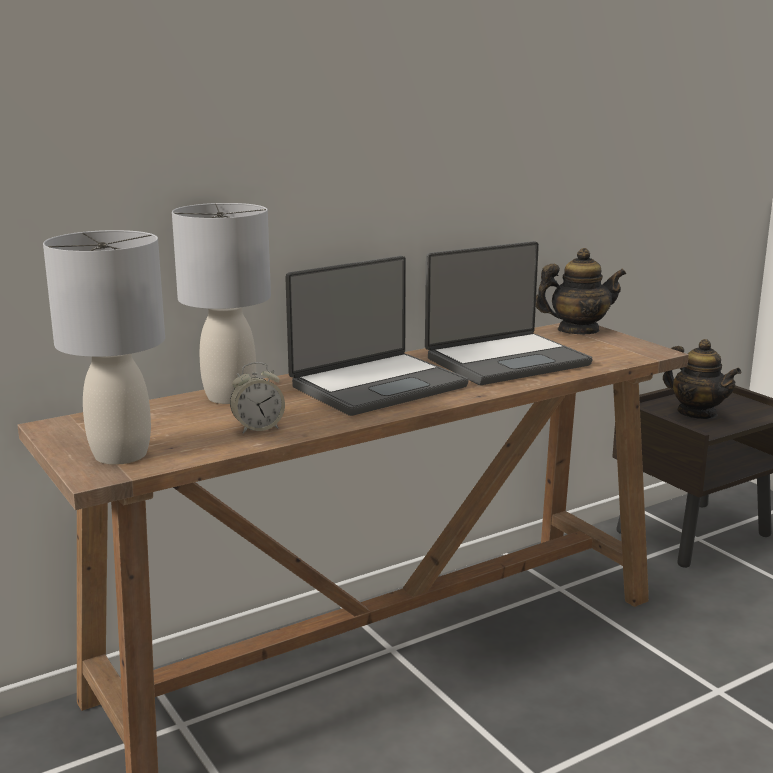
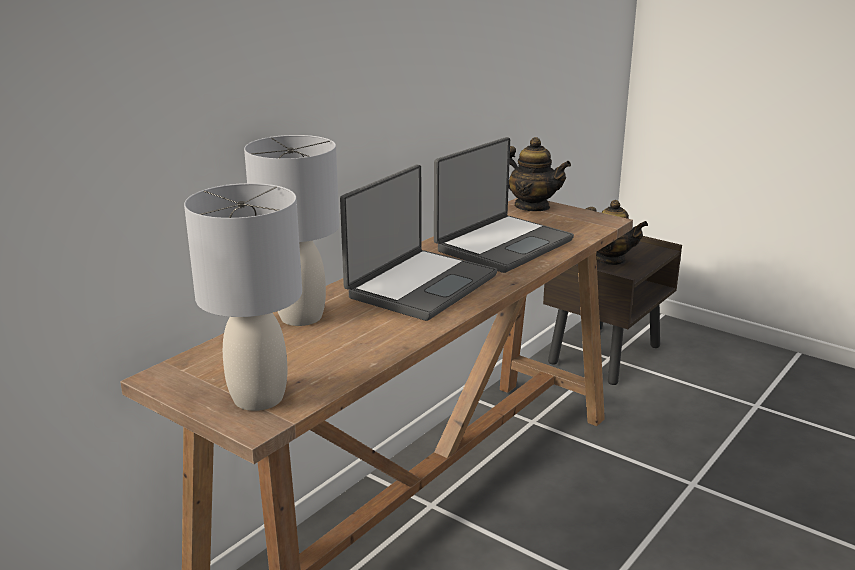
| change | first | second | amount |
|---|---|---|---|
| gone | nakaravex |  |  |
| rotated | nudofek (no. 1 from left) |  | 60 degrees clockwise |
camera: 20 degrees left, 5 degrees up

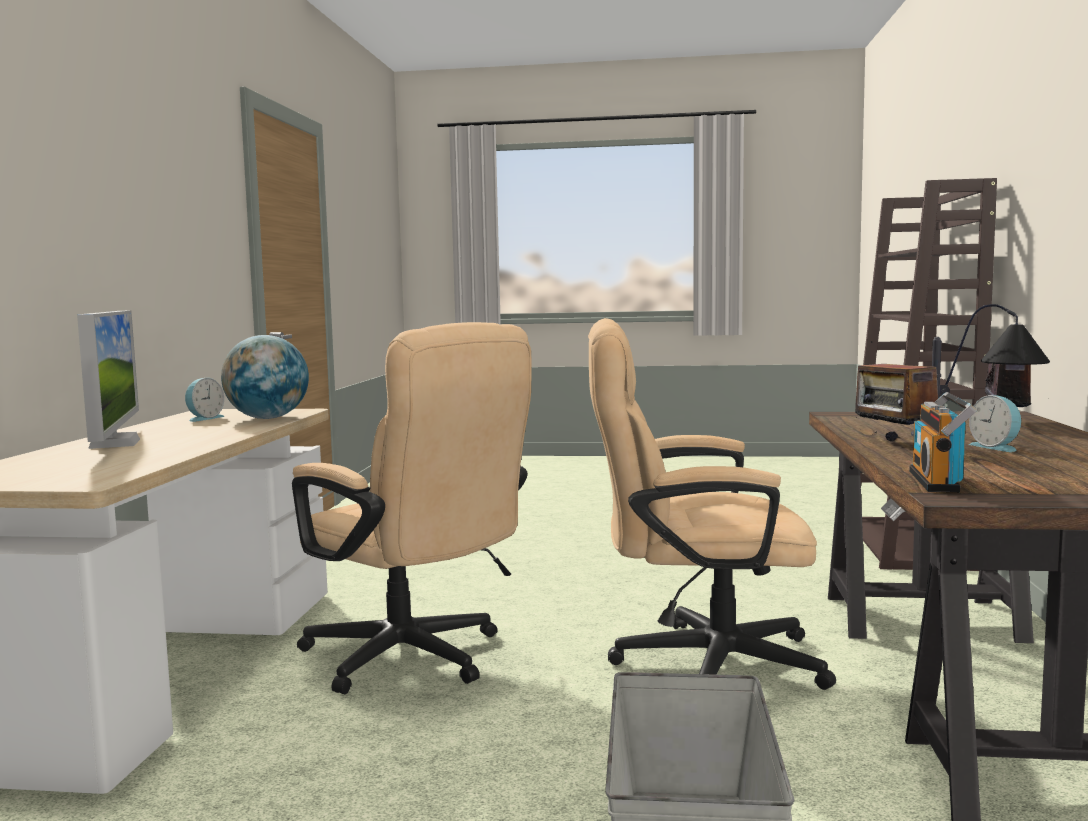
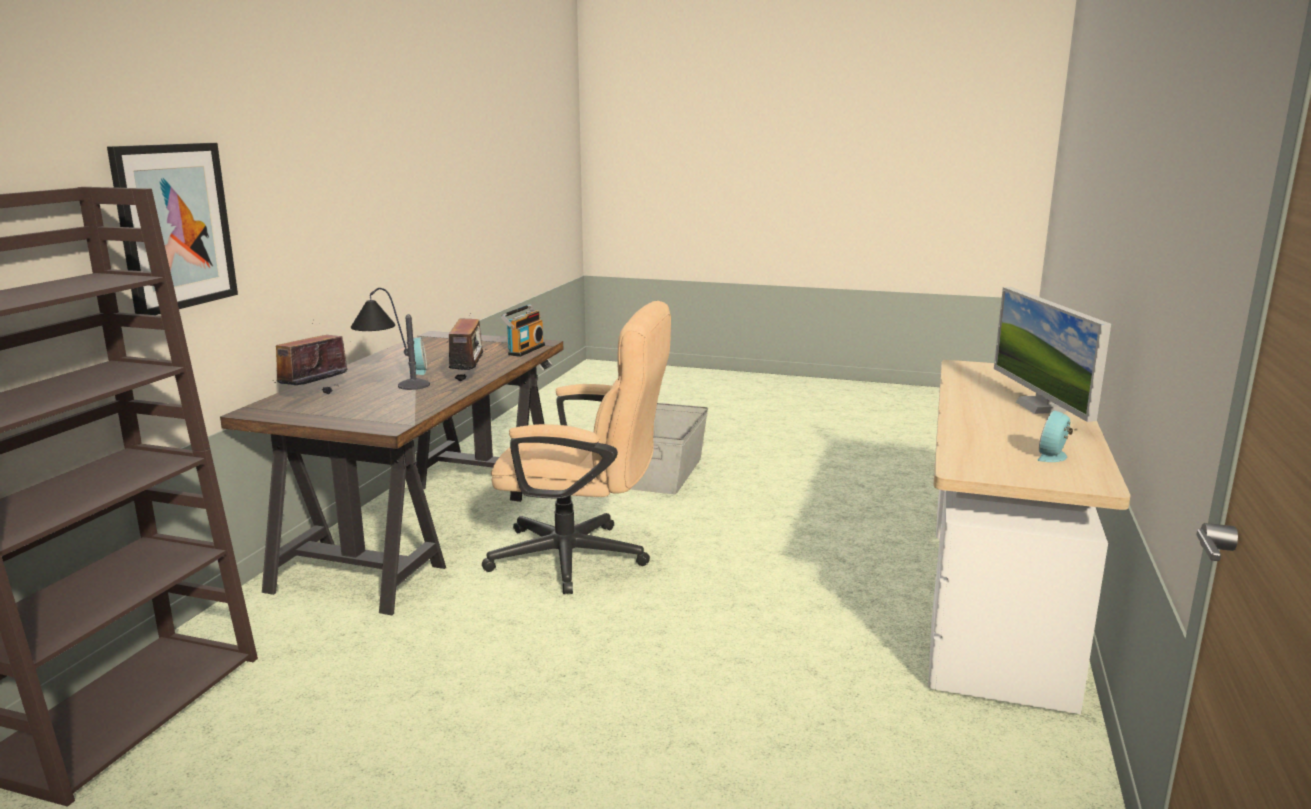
| change | first | second | amount |
|---|---|---|---|
| gone | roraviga |  |  |
| gone | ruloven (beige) (no. 1 from left) |  |  |
| new |  | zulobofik |  |
camera: 170 degrees left, 10 degrees up

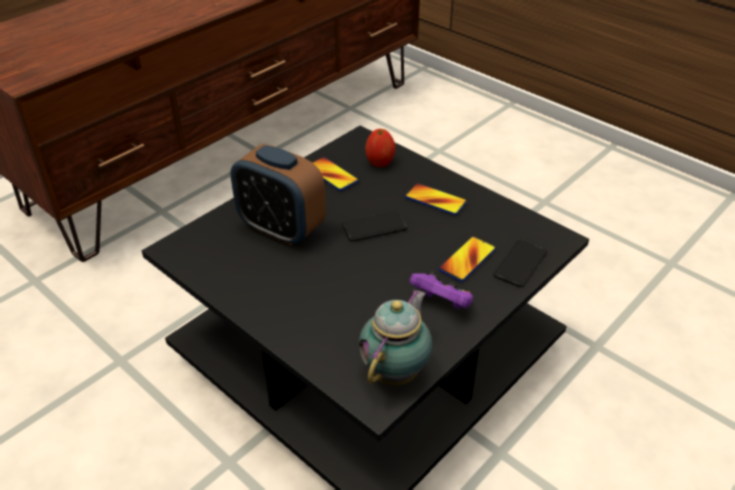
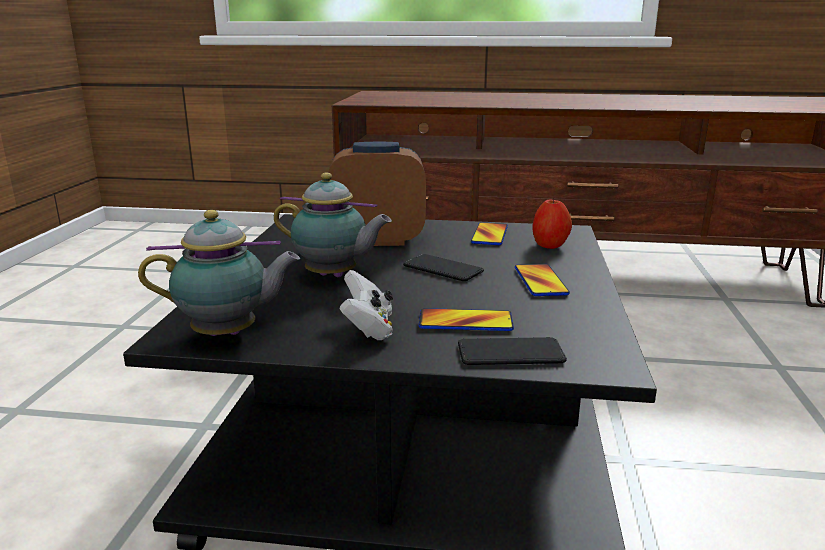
| change | first | second | amount |
|---|---|---|---|
| rotated | nakaravex |  | 90 degrees clockwise |
| repainted | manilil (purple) | manilil (white) |  |
| new |  | nudofek (no. 2 from left) |  |
camera: 55 degrees right, 20 degrees down

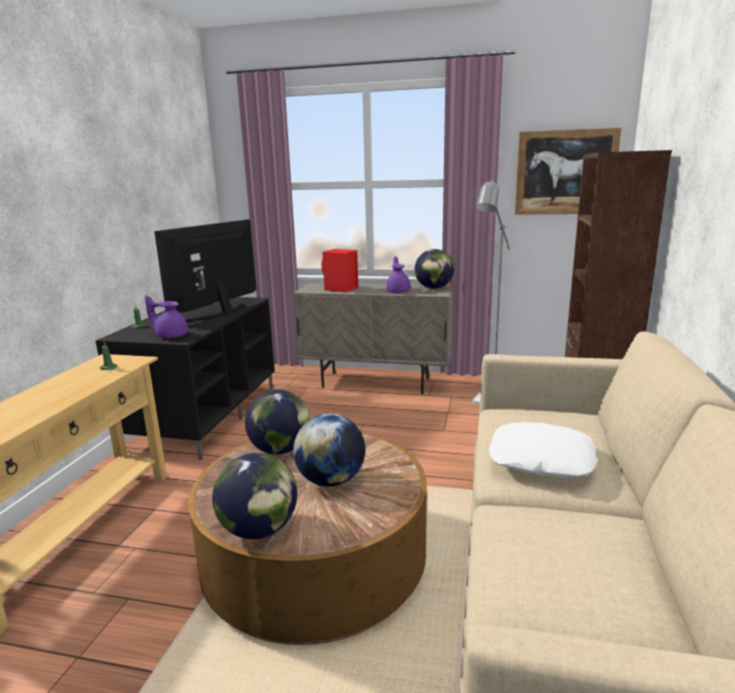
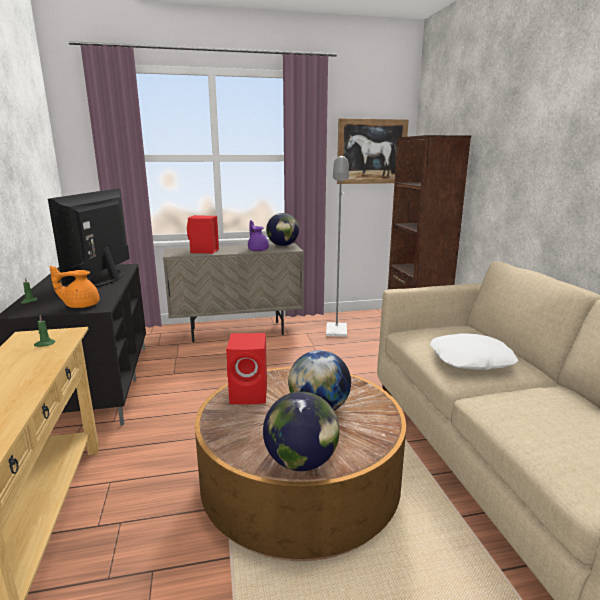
| change | first | second | amount |
|---|---|---|---|
| repainted | nudofek (purple) (no. 1 from left) | nudofek (orange) |  |
| swapped | roraviga (no. 2 from left) | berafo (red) (no. 2 from left) |  |
camera: 25 degrees left, 0 degrees up

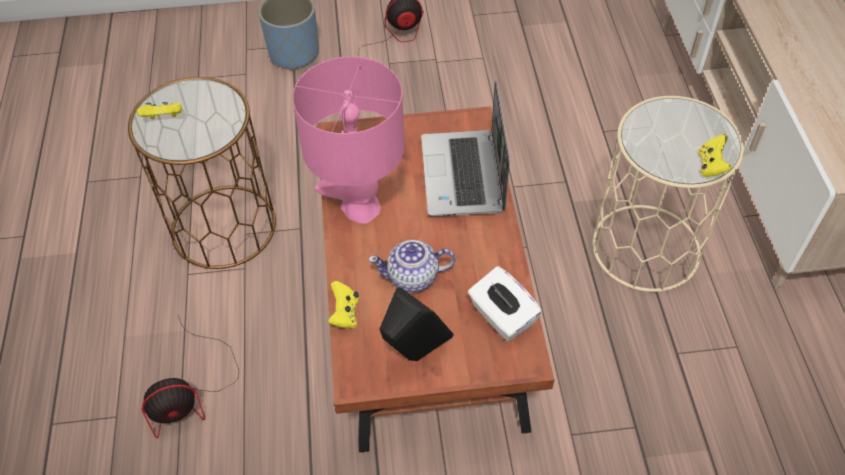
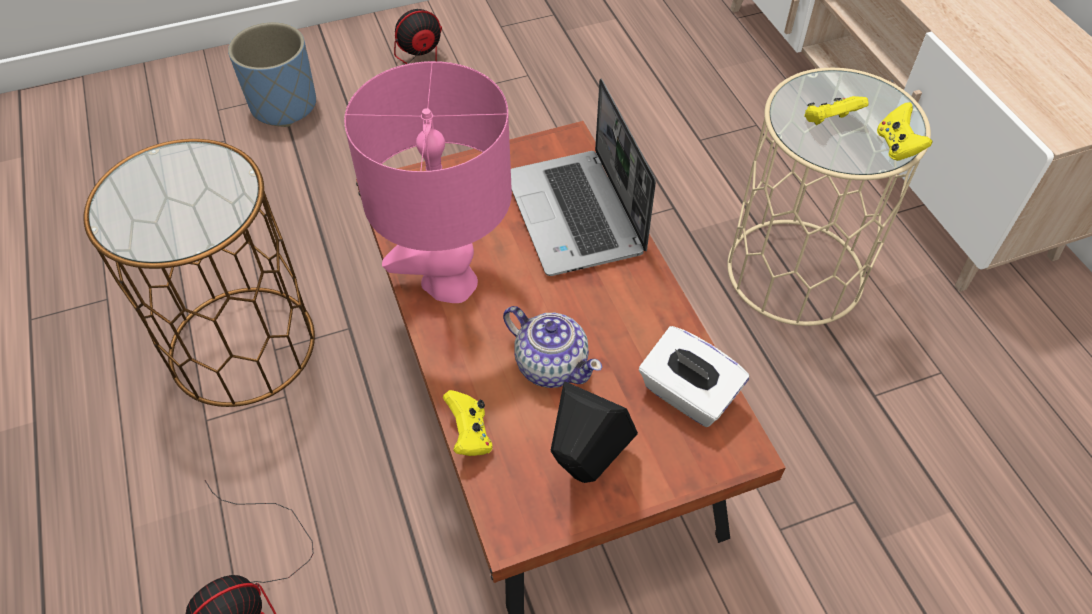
| change | first | second | amount |
|---|---|---|---|
| shifted | manilil (yellow) (no. 1 from left in the first image) | manilil (yellow) (no. 2 from left) |  |
| rotated | nudofek |  | 120 degrees counterclockwise |
camera: 15 degrees left, 0 degrees up

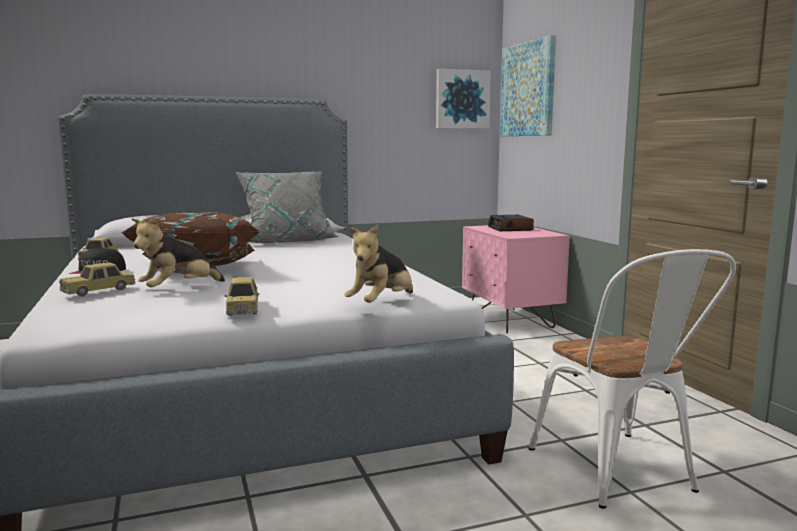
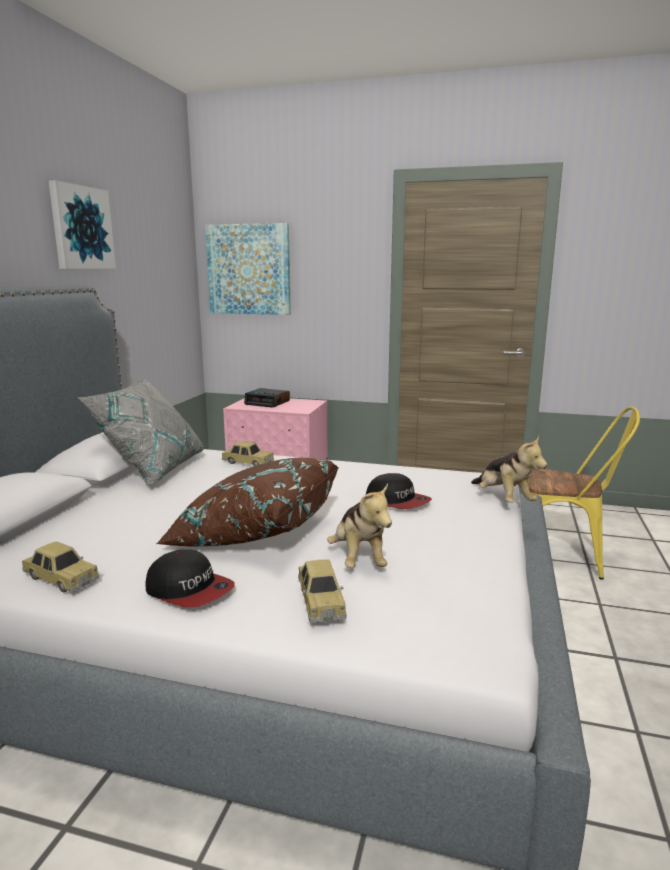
| change | first | second | amount |
|---|---|---|---|
| shifted | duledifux (no. 3 from left in the first image) | duledifux (no. 2 from left) |  |
| shifted | zulobofik (no. 1 from left) |  |  |
| repainted | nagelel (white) | nagelel (yellow) |  |
| new |  | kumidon (no. 2 from left) |  |
camera: 55 degrees left, 5 degrees up

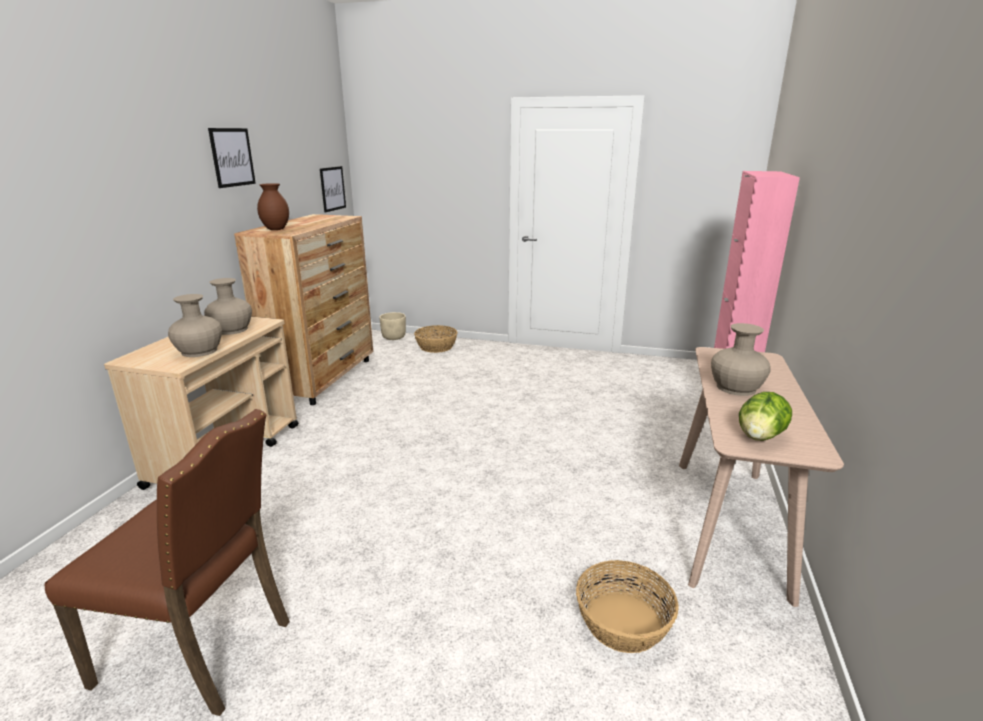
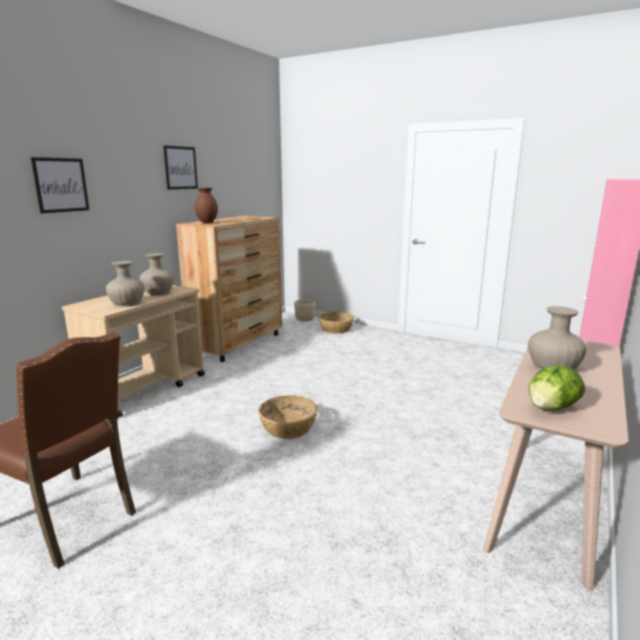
| change | first | second | amount |
|---|---|---|---|
| shifted | zulobofik (no. 2 from left in the first image) | zulobofik (no. 1 from left) |  |
| shifted | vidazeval (no. 2 from left in the first image) | vidazeval (no. 1 from left) |  |
camera: 15 degrees right, 5 degrees down

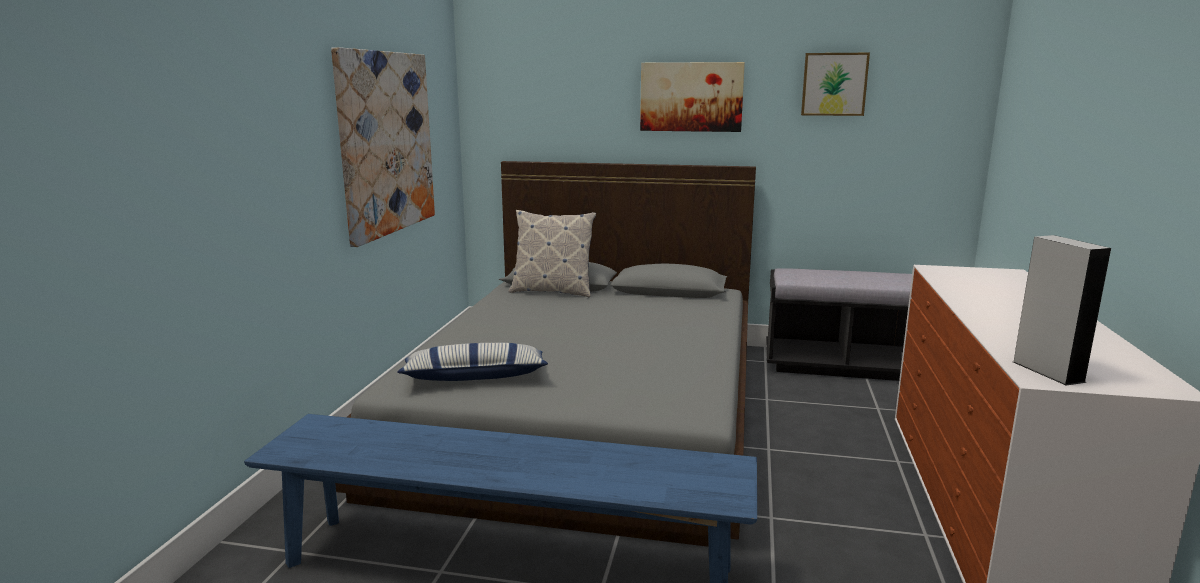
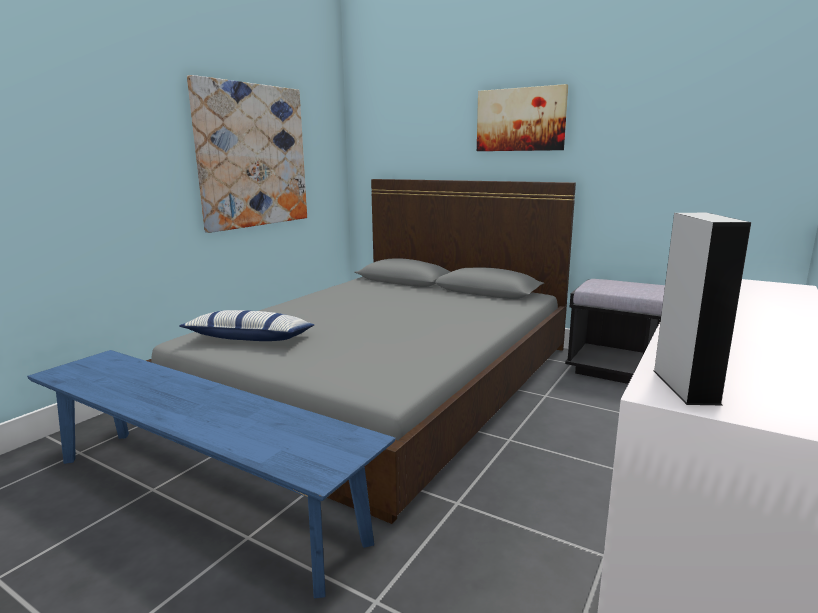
| change | first | second | amount |
|---|---|---|---|
| gone | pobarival (no. 2 from left) |  |  |
| gone | zulobofik (no. 3 from left) |  |  |
camera: 20 degrees right, 0 degrees up

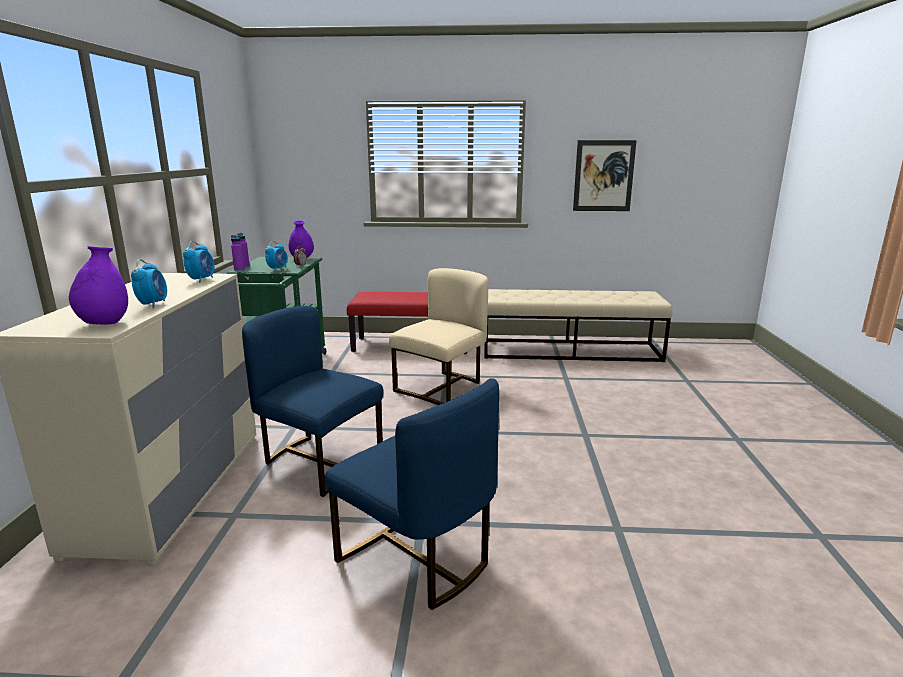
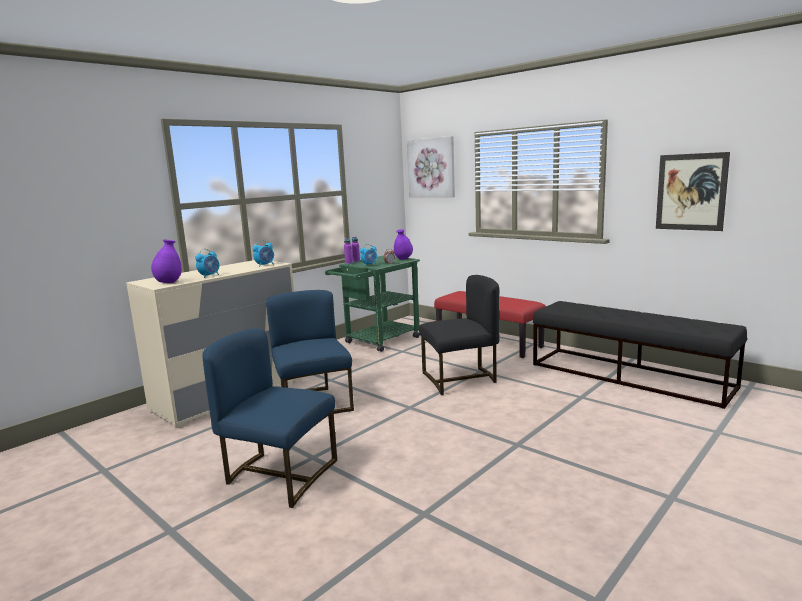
| change | first | second | amount |
|---|---|---|---|
| rotated | nagelel (blue) (no. 2 from left in the first image) | nagelel (blue) (no. 1 from left) | 120 degrees clockwise |
| repainted | nagelel (beige) | nagelel (black) |  |
| repainted | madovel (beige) | madovel (black) |  |
| new |  | zulobofik (no. 1 from left) |  |
camera: 40 degrees right, 5 degrees down

